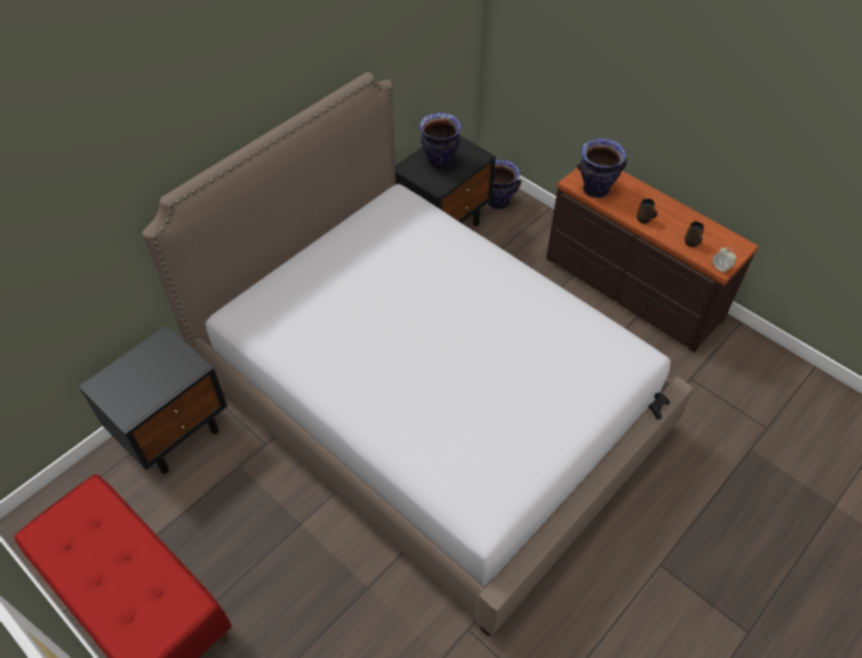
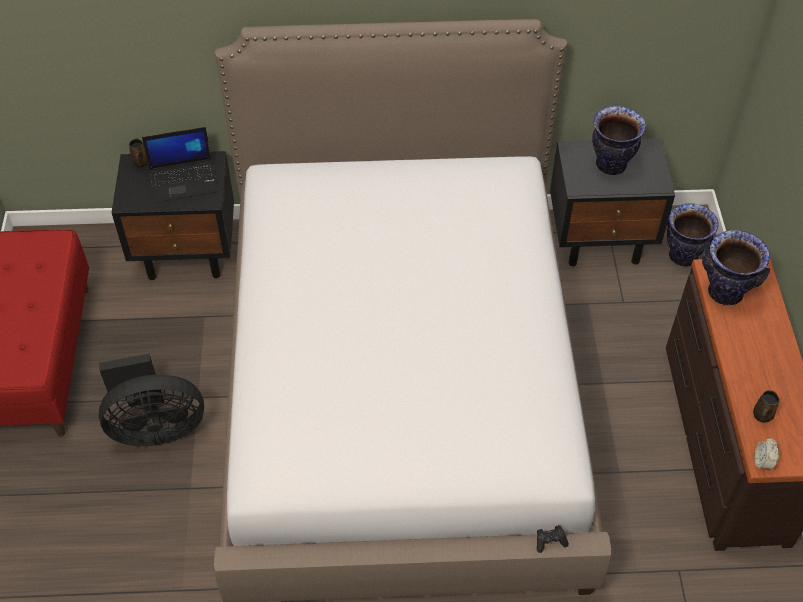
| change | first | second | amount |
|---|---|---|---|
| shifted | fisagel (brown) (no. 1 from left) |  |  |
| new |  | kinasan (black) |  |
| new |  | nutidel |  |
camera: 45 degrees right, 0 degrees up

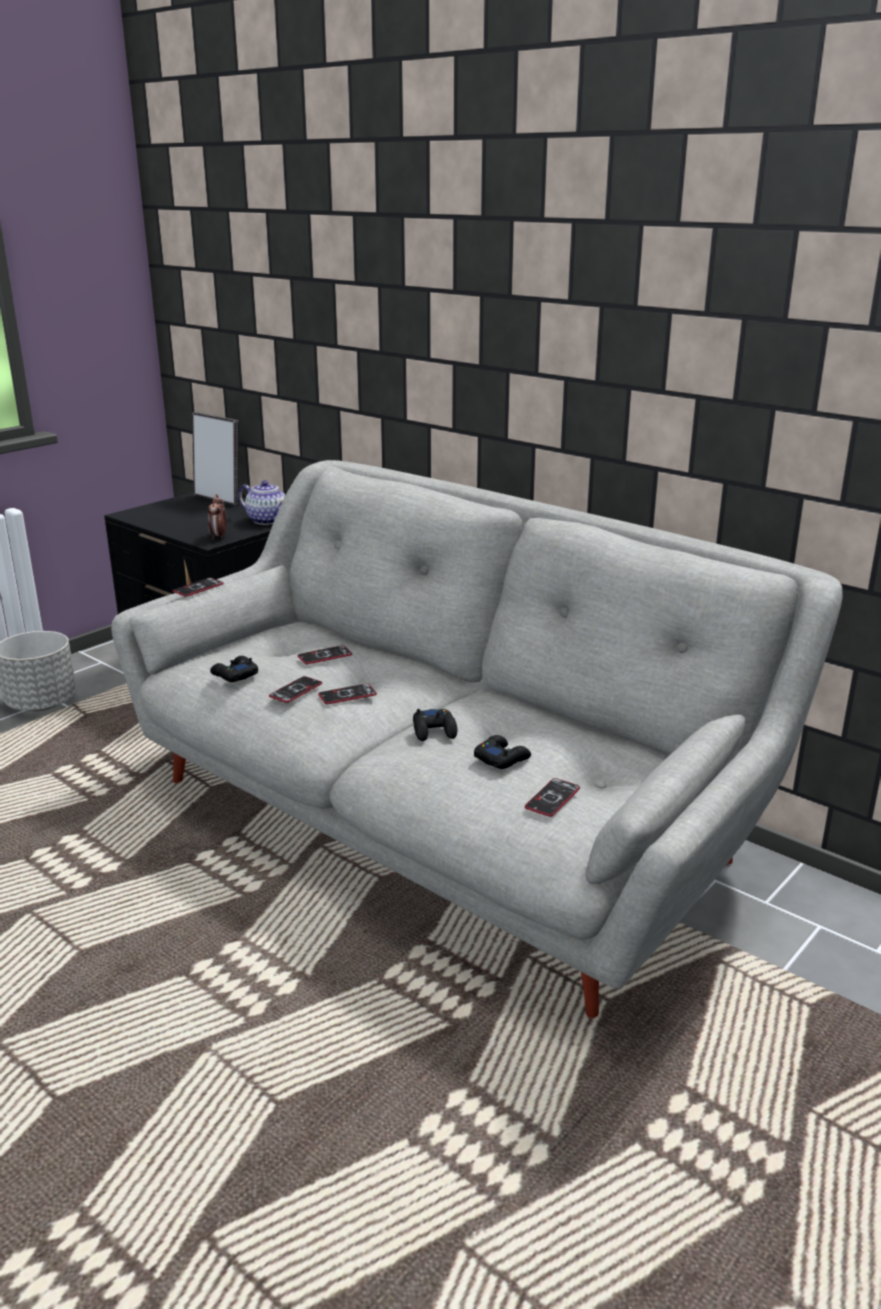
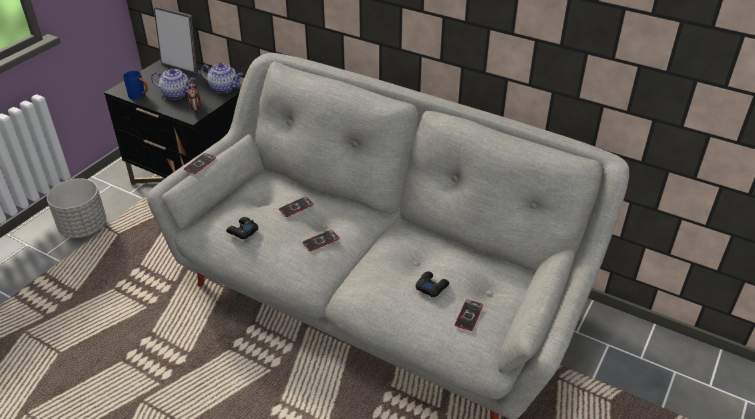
| change | first | second | amount |
|---|---|---|---|
| gone | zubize (no. 2 from left) |  |  |
| gone | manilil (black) (no. 2 from left) |  |  |
| new |  | fisagel (blue) |  |
| new |  | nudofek (no. 1 from left) |  |
camera: 10 degrees left, 15 degrees up

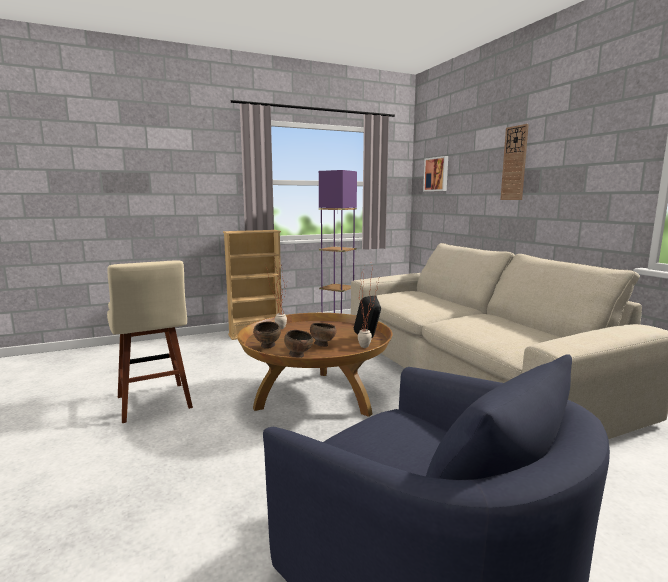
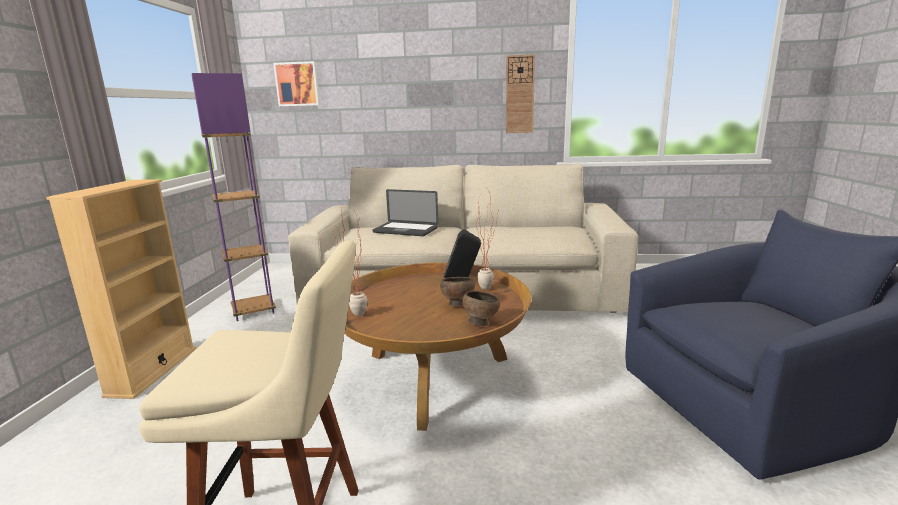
| change | first | second | amount |
|---|---|---|---|
| gone | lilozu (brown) (no. 1 from left) |  |  |
| shifted | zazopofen |  |  |
| new |  | nutidel |  |
camera: 60 degrees left, 5 degrees up

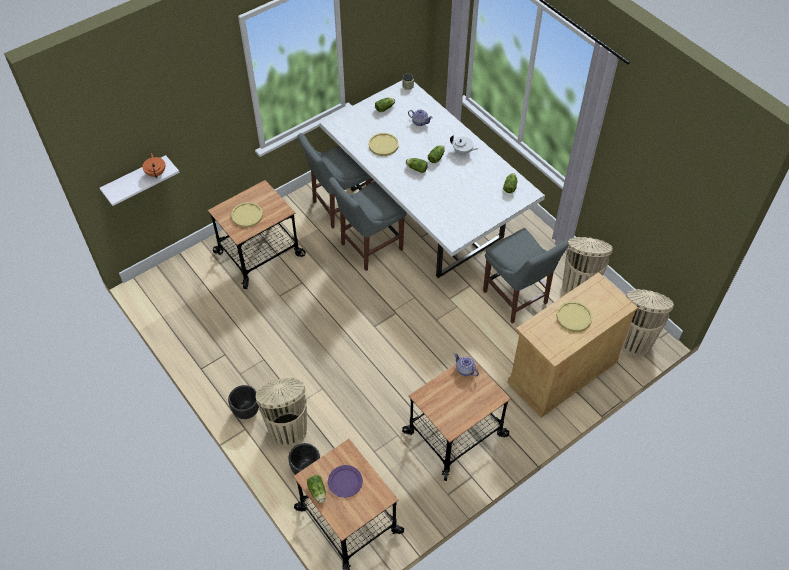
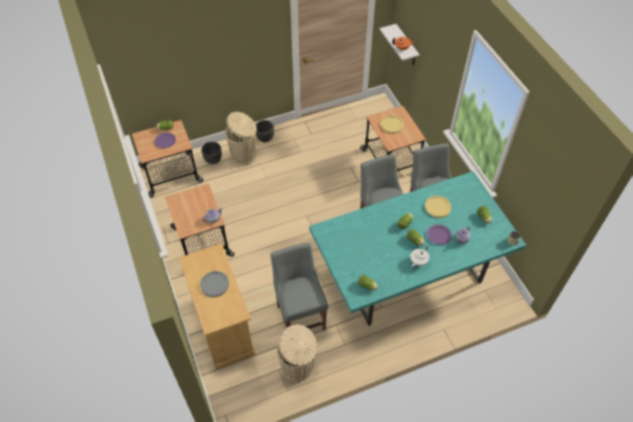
| change | first | second | amount |
|---|---|---|---|
| repainted | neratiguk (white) | neratiguk (turquoise) |  |
| rotated | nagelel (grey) (no. 3 from left in the first image) | nagelel (grey) (no. 1 from left) | 90 degrees clockwise |
| repainted | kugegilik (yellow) (no. 3 from left) | kugegilik (grey) |  |
| gone | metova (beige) (no. 3 from left) |  |  |
| new |  | kugegilik (purple) (no. 2 from left) |  |
camera: 105 degrees right, 0 degrees up

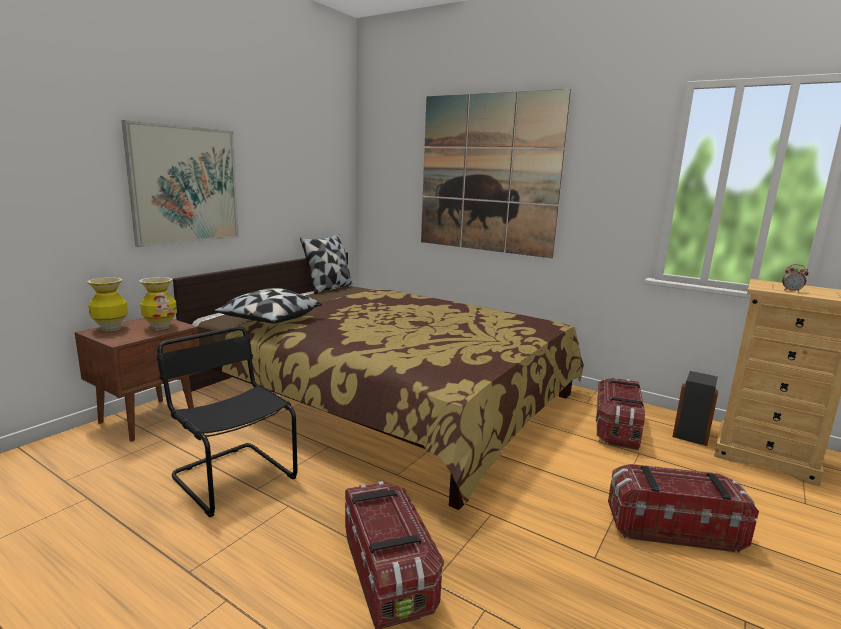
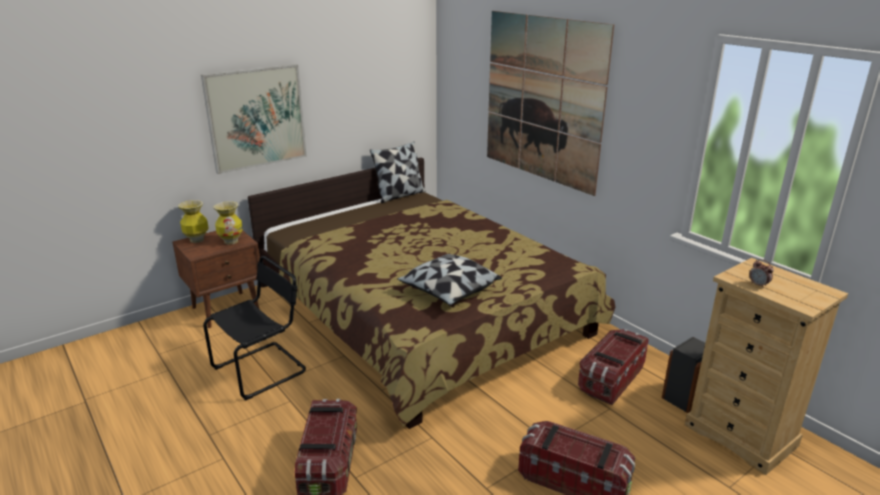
| change | first | second | amount |
|---|---|---|---|
| rotated | nagelel (black) |  | 75 degrees clockwise |
| shifted | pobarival (no. 1 from left in the first image) | pobarival (no. 2 from left) |  |
camera: 20 degrees right, 10 degrees up

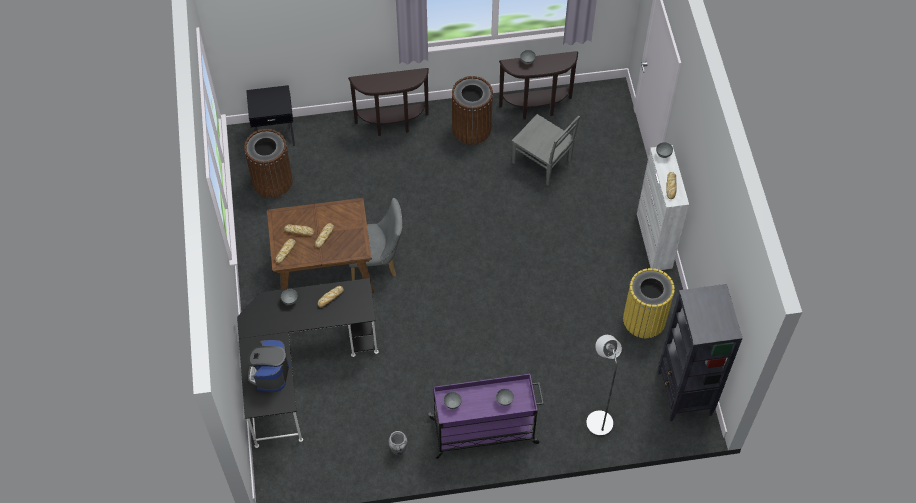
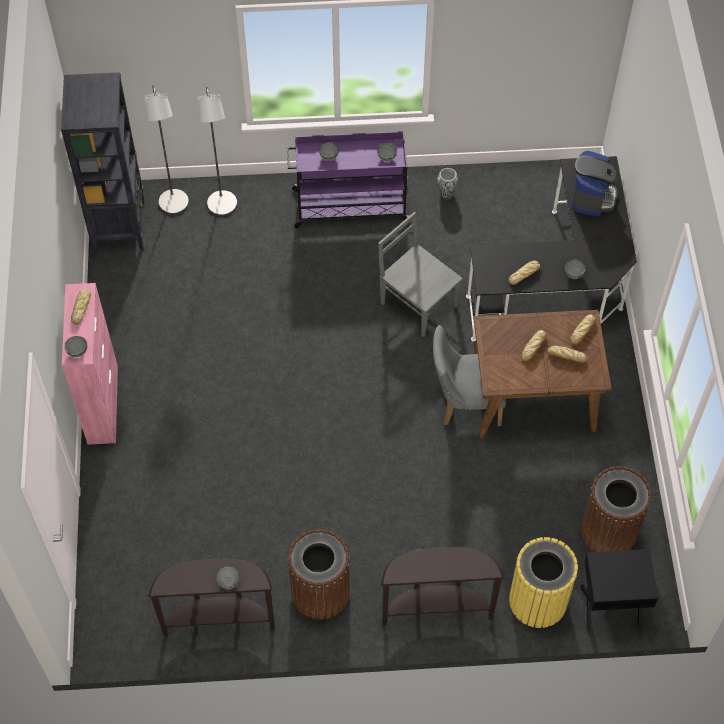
| change | first | second | amount |
|---|---|---|---|
| shifted | nagelel (grey) (no. 2 from left in the first image) | nagelel (grey) (no. 1 from left) |  |
| shifted | metova (yellow) |  |  |
| repainted | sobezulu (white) | sobezulu (pink) |  |
| new |  | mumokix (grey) (no. 1 from left) |  |
camera: 175 degrees left, 0 degrees up

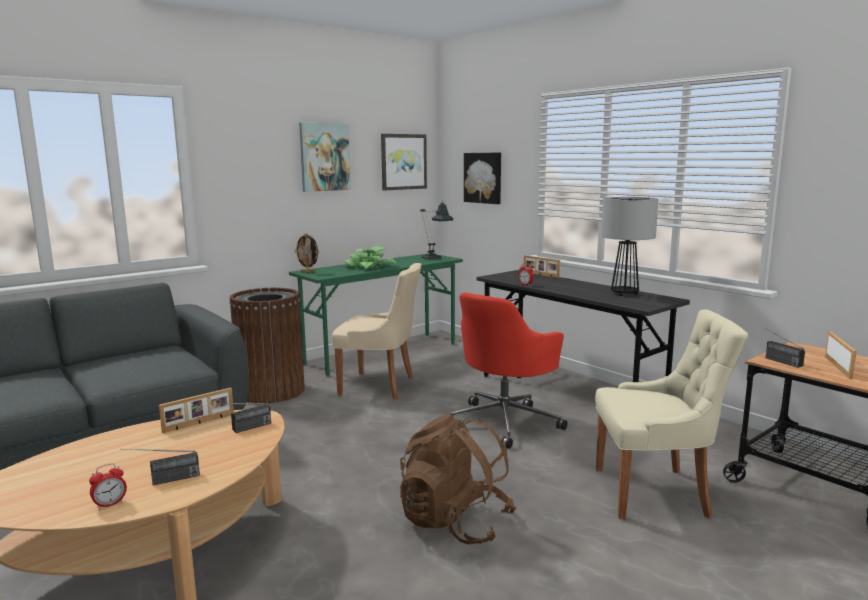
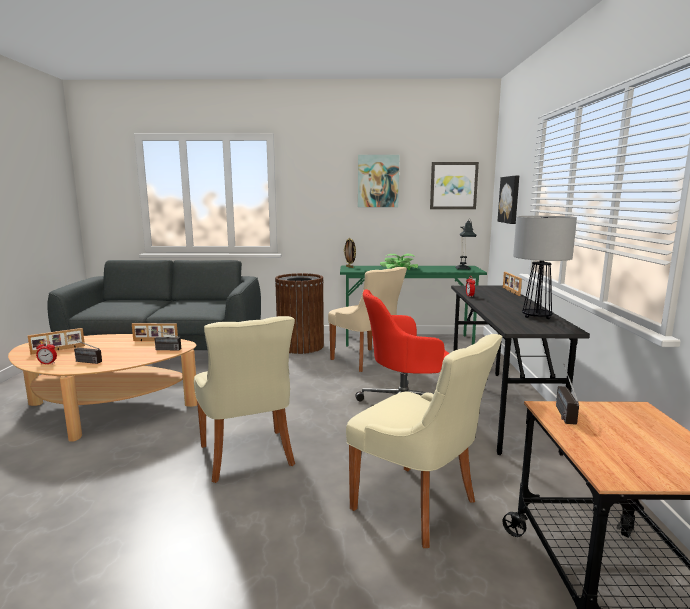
| change | first | second | amount |
|---|---|---|---|
| swapped | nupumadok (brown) | nagelel (beige) (no. 1 from left) |  |
| shifted | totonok (no. 4 from left in the first image) | totonok (no. 1 from left) |  |
camera: 40 degrees right, 0 degrees up

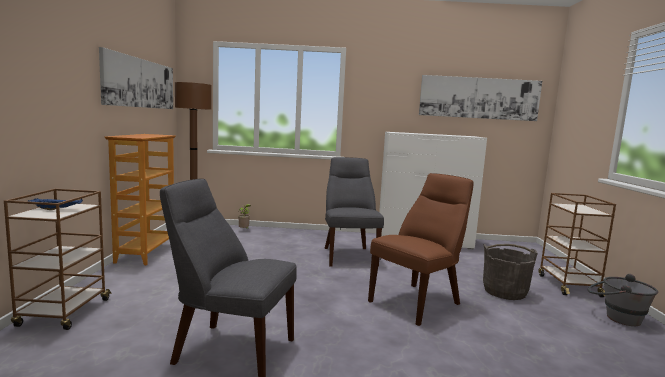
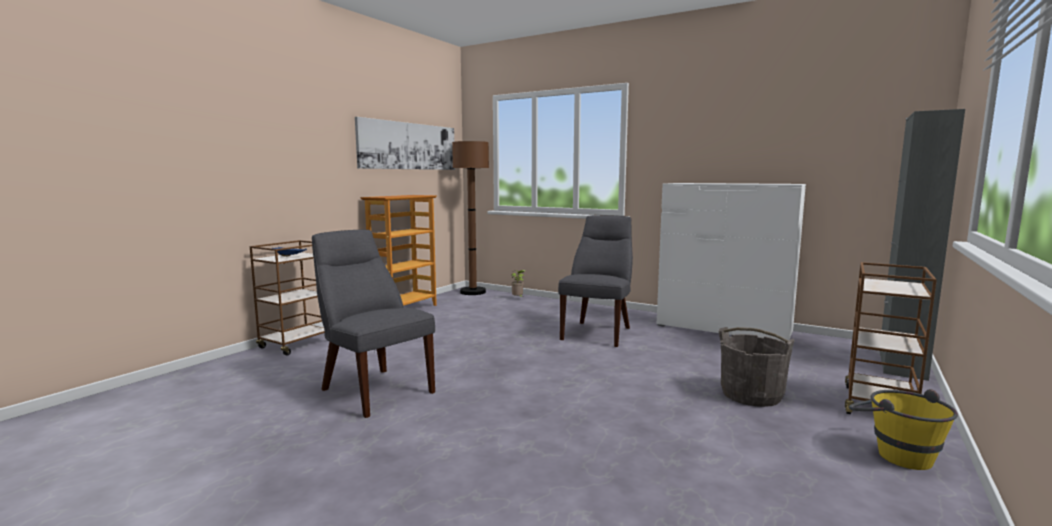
| change | first | second | amount |
|---|---|---|---|
| gone | nagelel (brown) |  |  |
| gone | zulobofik (no. 2 from left) |  |  |
| repainted | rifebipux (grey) (no. 2 from left) | rifebipux (yellow) |  |
| new |  | sobezulu (grey) |  |
camera: 30 degrees right, 0 degrees up

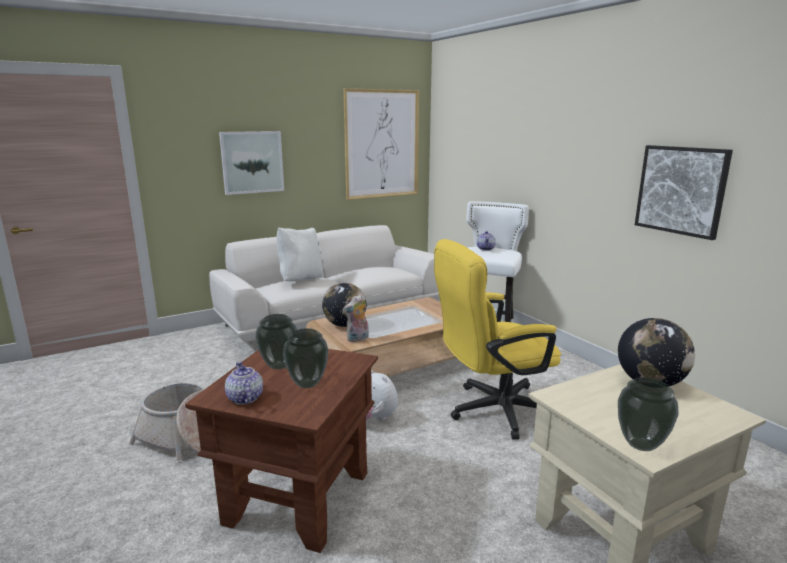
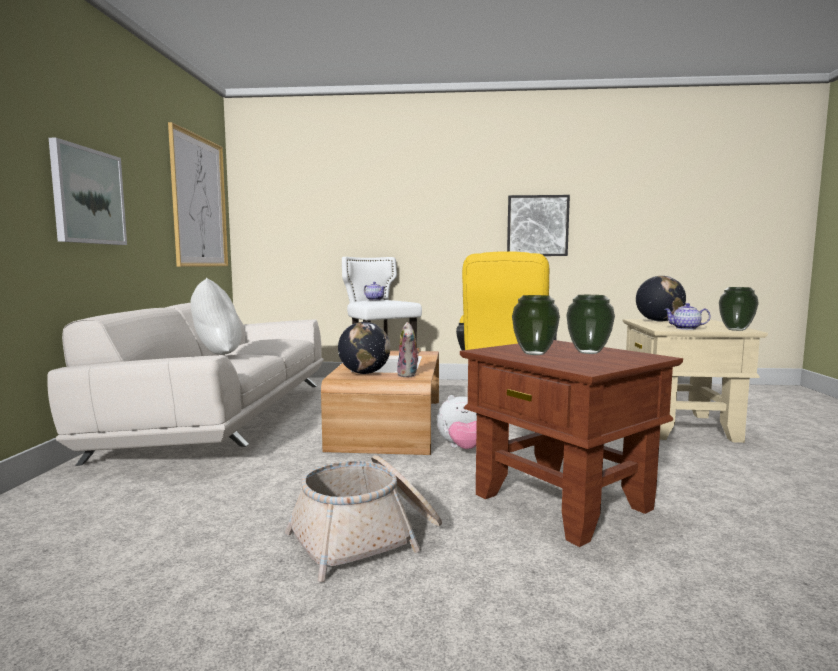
| change | first | second | amount |
|---|---|---|---|
| shifted | nudofek (no. 1 from left in the first image) | nudofek (no. 2 from left) |  |
camera: 55 degrees left, 10 degrees down

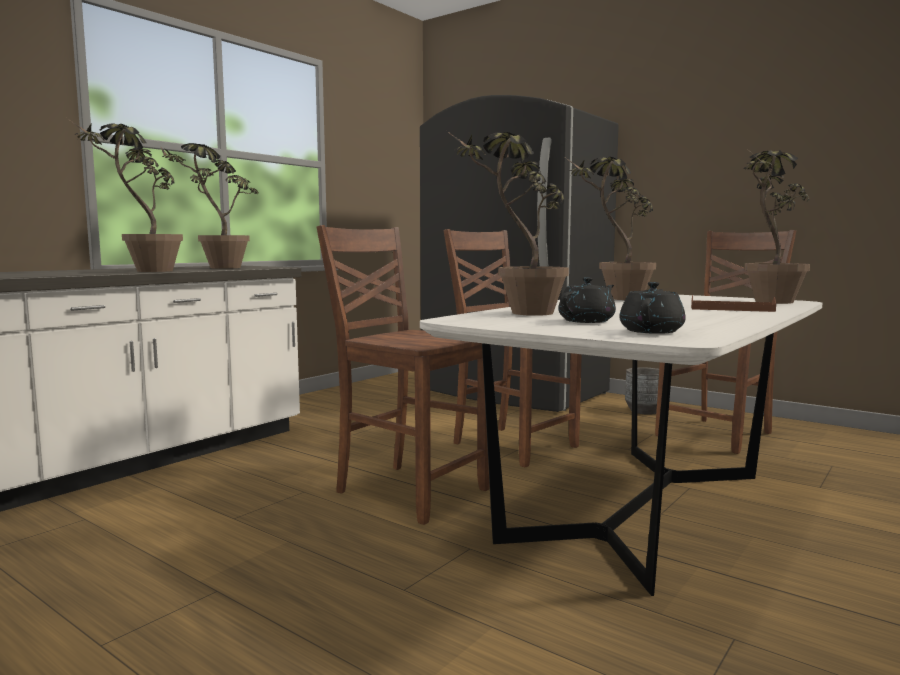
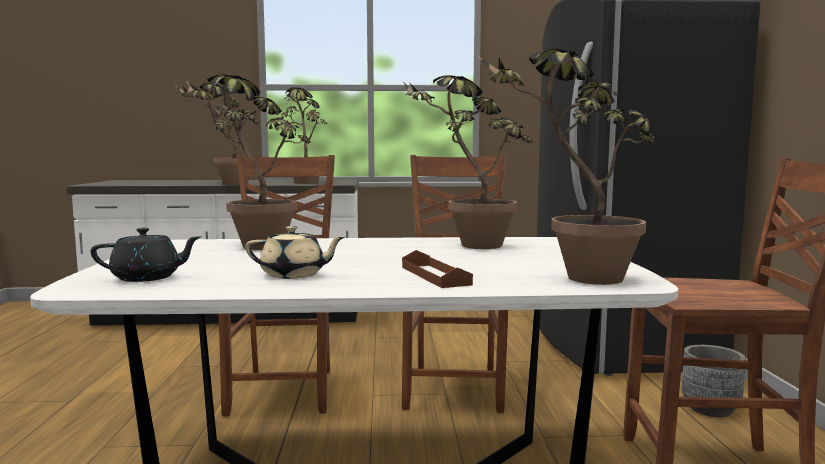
| change | first | second | amount |
|---|---|---|---|
| gone | nudofek (black) (no. 1 from left) |  |  |
| new |  | nudofek (beige) |  |
camera: 50 degrees right, 0 degrees up

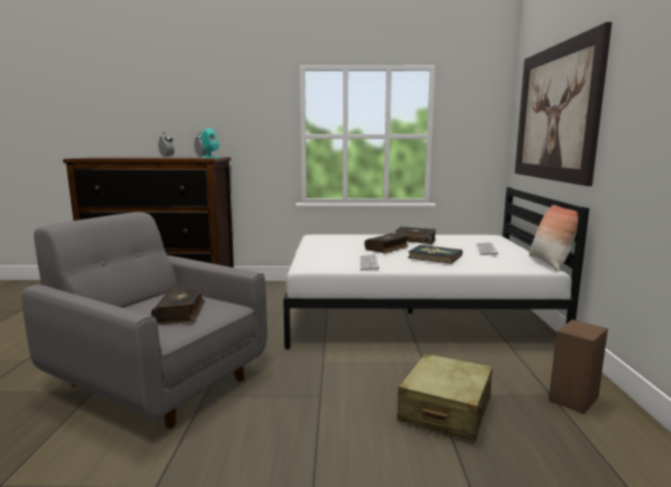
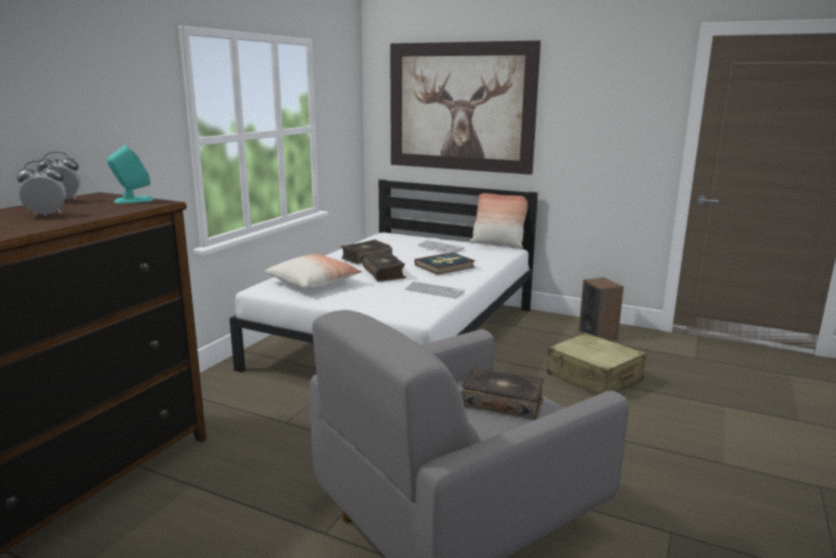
| change | first | second | amount |
|---|---|---|---|
| new |  | pobarival (no. 1 from left) |  |
camera: 65 degrees left, 5 degrees up

